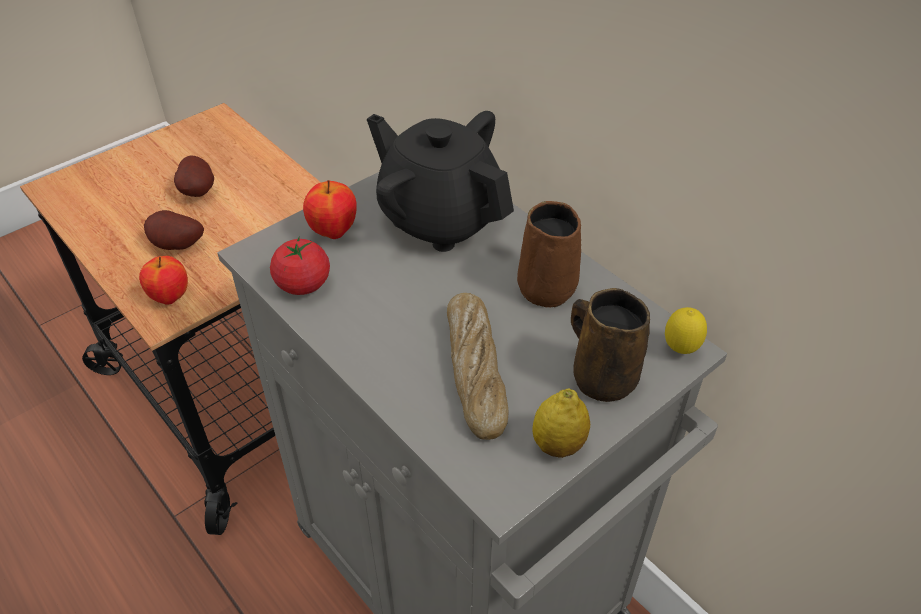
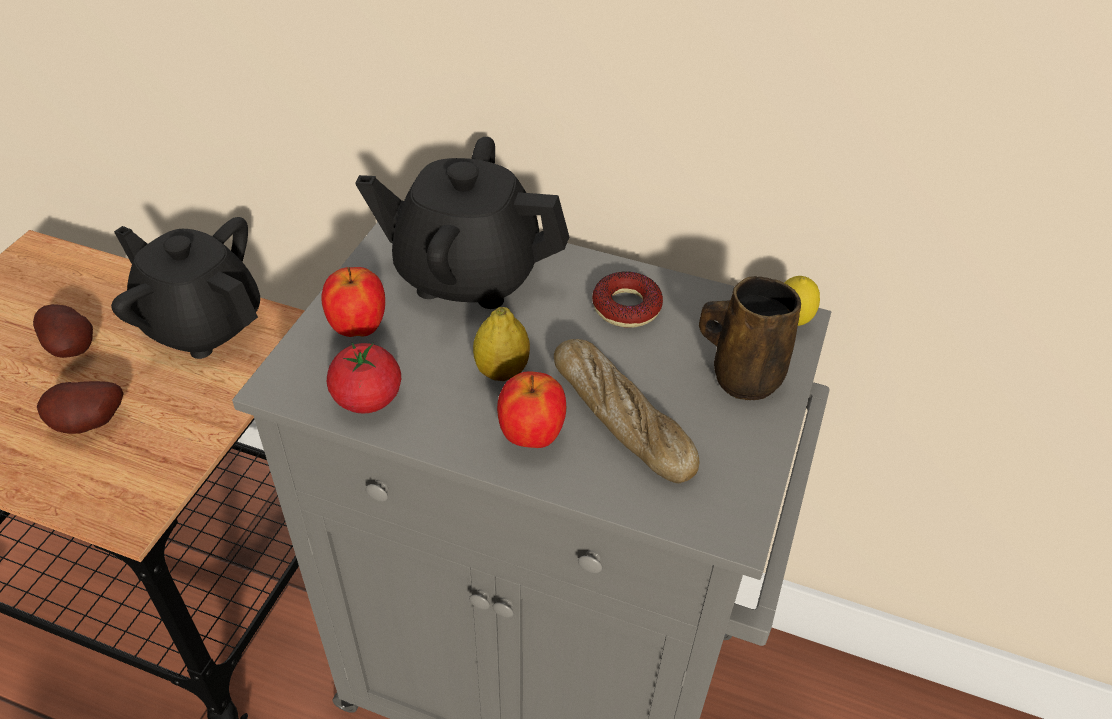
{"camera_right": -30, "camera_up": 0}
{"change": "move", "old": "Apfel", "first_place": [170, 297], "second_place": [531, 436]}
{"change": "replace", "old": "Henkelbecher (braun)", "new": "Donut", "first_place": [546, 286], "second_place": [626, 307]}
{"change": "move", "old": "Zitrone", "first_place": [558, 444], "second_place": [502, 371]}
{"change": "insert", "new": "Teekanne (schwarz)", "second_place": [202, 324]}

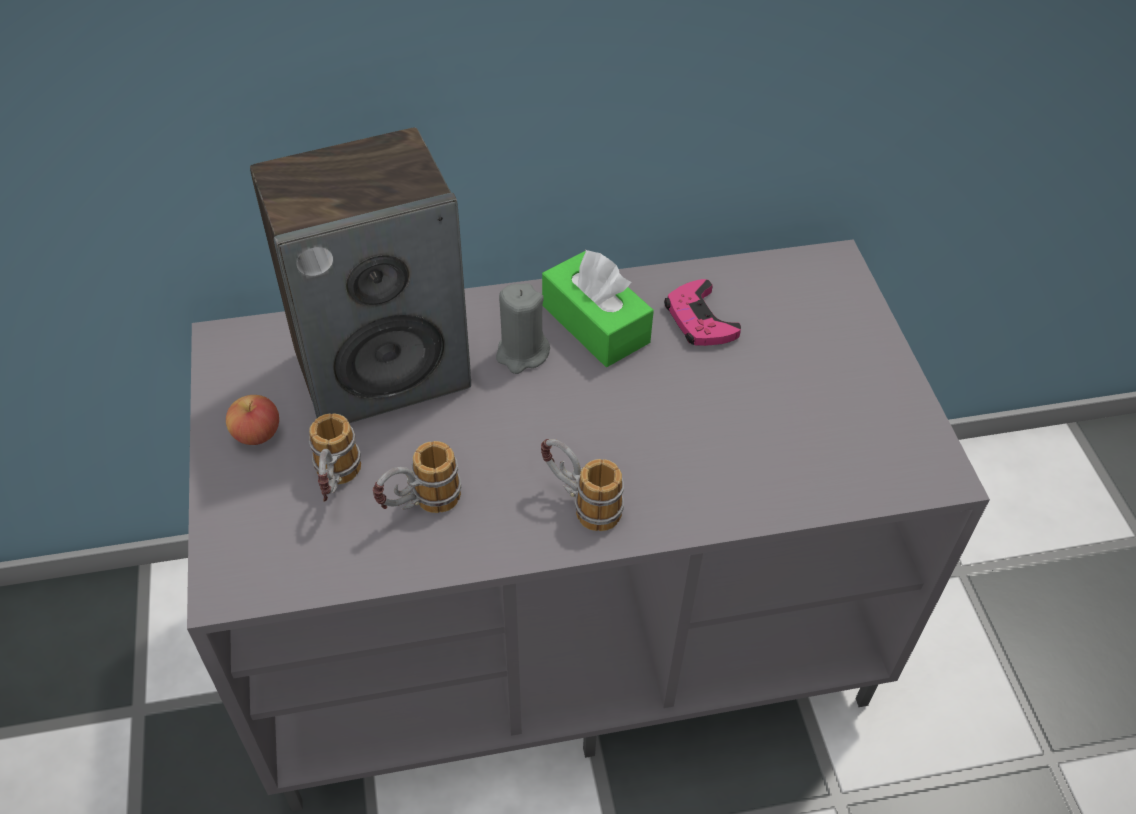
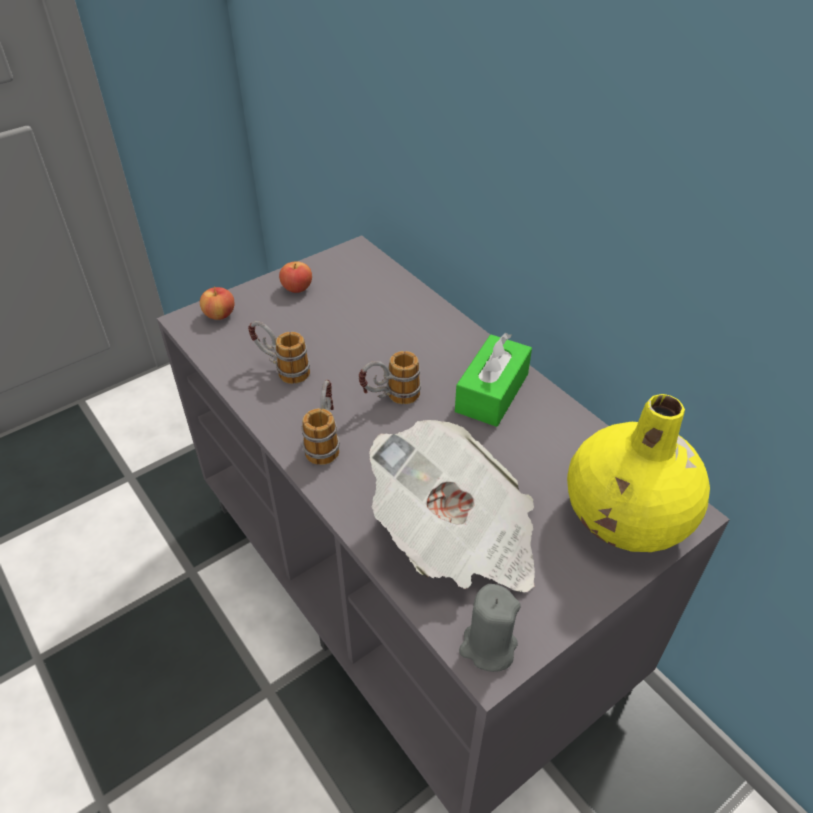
{"camera_right": 65, "camera_up": -5}
{"change": "delete", "old": "Lautsprecher", "first_place": [383, 369]}
{"change": "move", "old": "Henkelbecher", "first_place": [336, 485], "second_place": [390, 398]}
{"change": "move", "old": "Kerze (grau)", "first_place": [522, 353], "second_place": [488, 647]}
{"change": "delete", "old": "Gamepad (rosa)", "first_place": [699, 320]}
{"change": "insert", "new": "Apfel", "second_place": [219, 315]}
{"change": "insert", "new": "Zeitung", "second_place": [457, 536]}
{"change": "insert", "new": "Vase (gelb)", "second_place": [627, 518]}

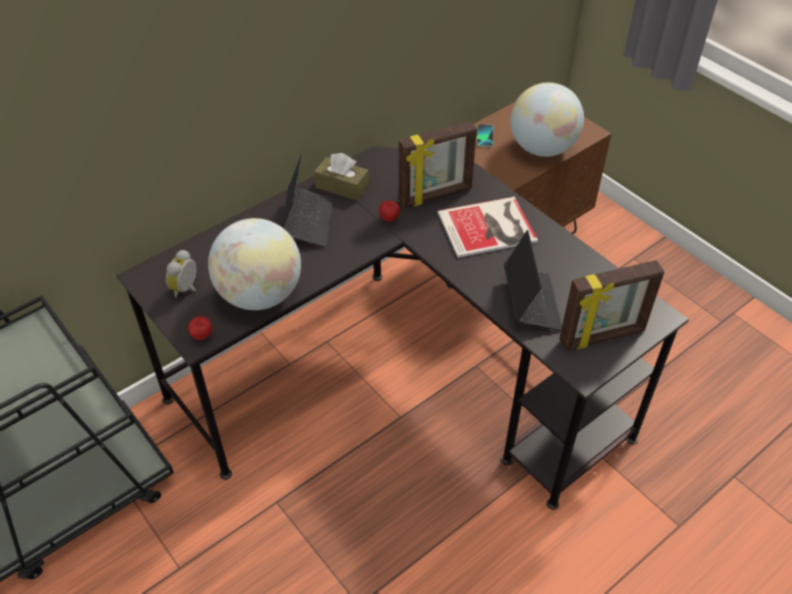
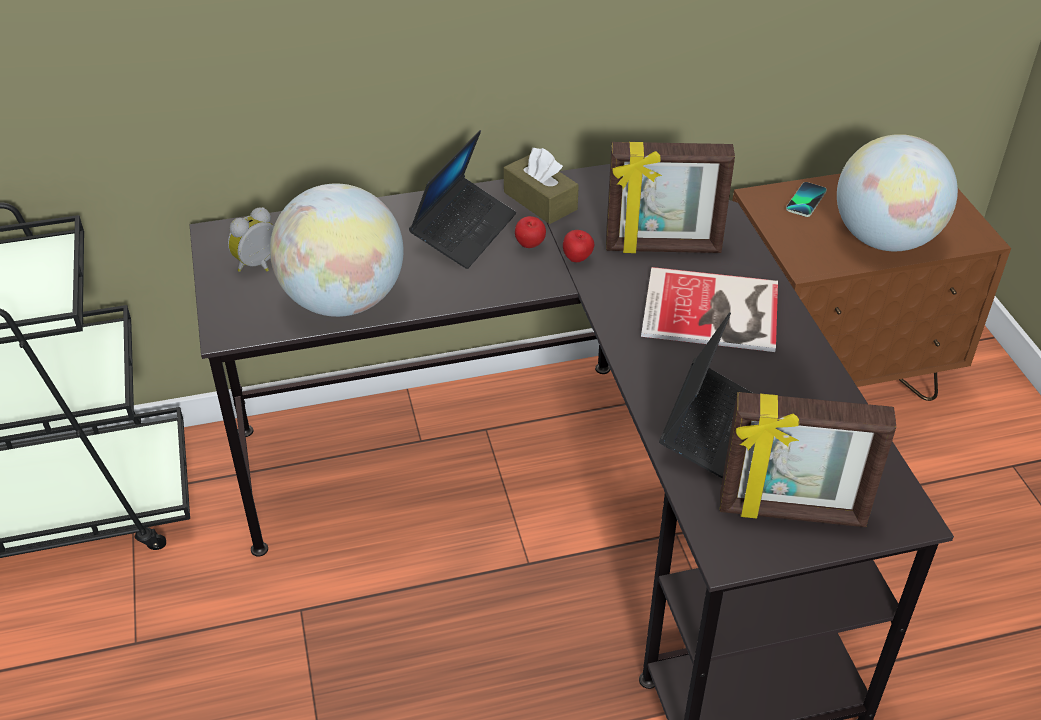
{"camera_right": 25, "camera_up": -5}
{"change": "move", "old": "Apfel", "first_place": [202, 336], "second_place": [530, 246]}

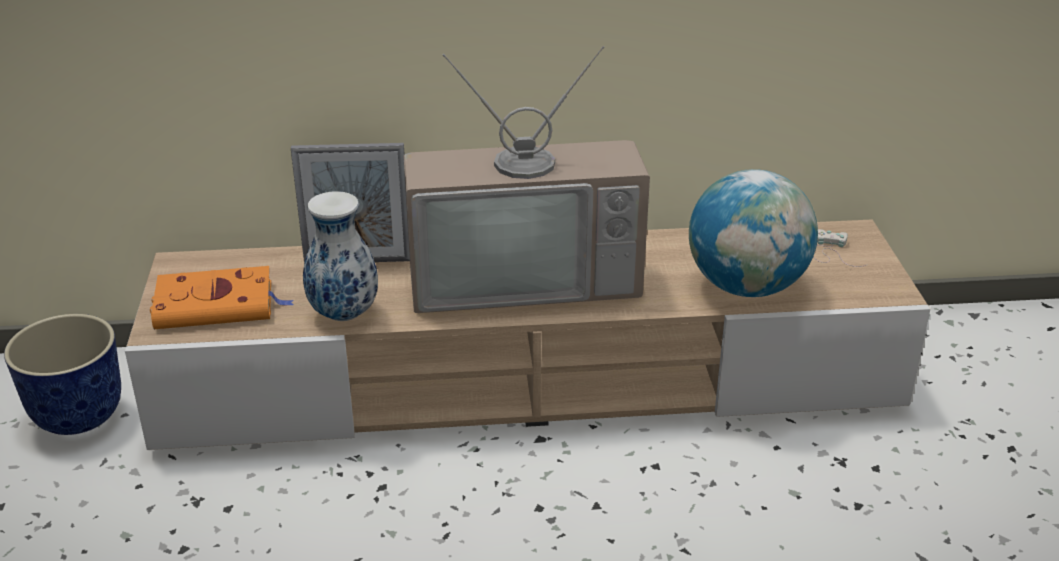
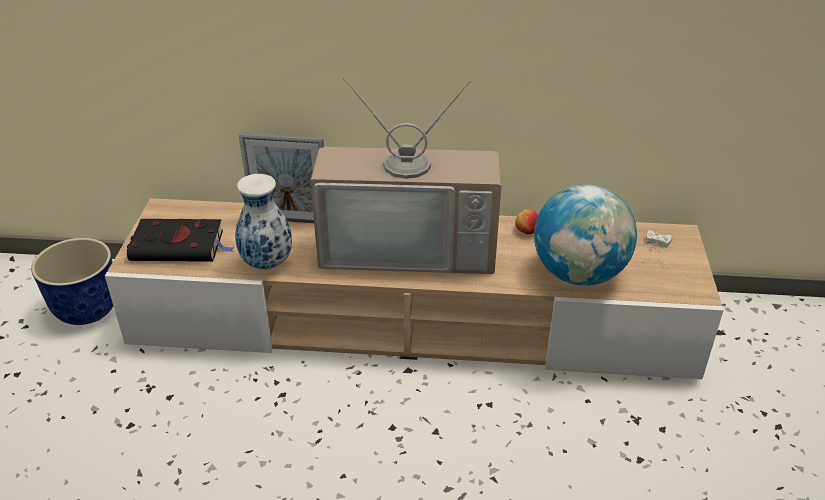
{"camera_right": 10, "camera_up": 5}
{"change": "recolor", "old": "Buch (orange)", "new": "Buch (schwarz)", "first_place": [218, 305], "second_place": [180, 246]}
{"change": "insert", "new": "Apfel", "second_place": [527, 230]}

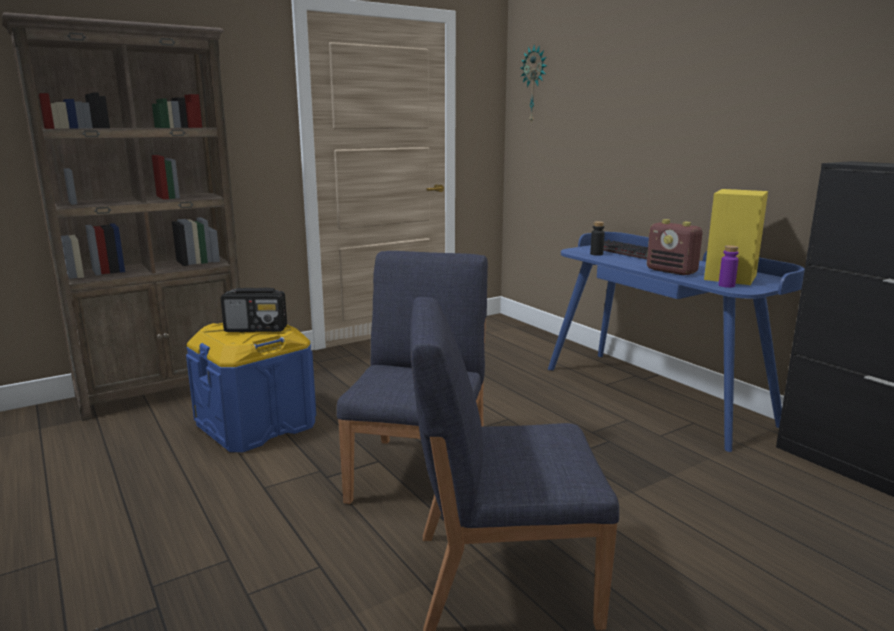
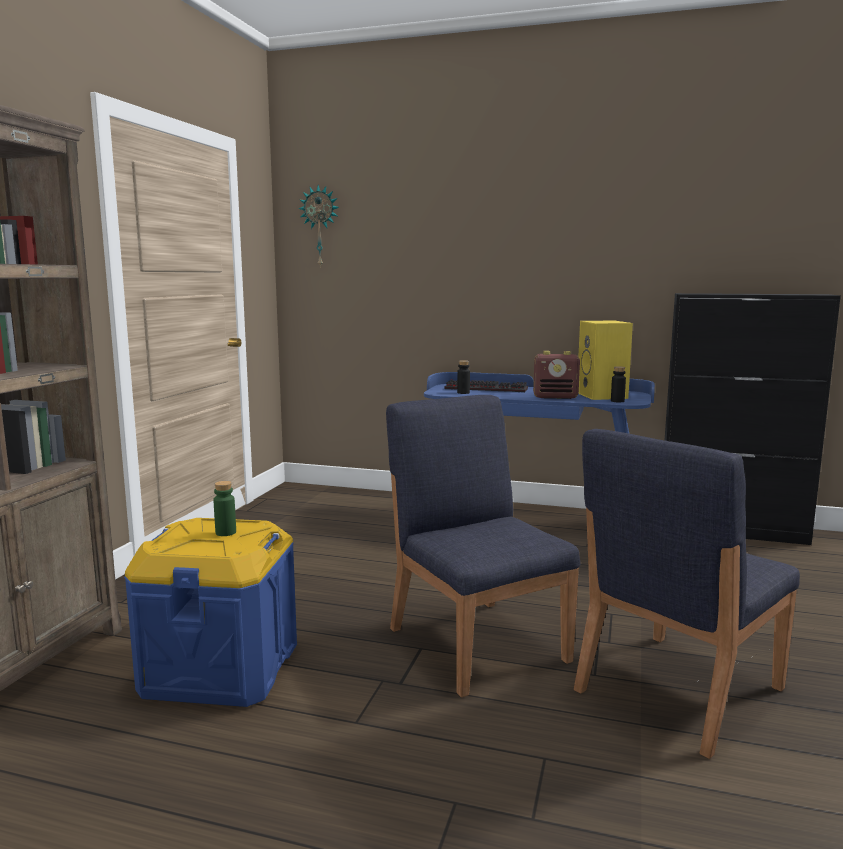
{"camera_right": -40, "camera_up": -5}
{"change": "replace", "old": "Radio", "new": "Flasche (grün)", "first_place": [256, 329], "second_place": [226, 532]}
{"change": "recolor", "old": "Flasche (lila)", "new": "Flasche (schwarz)", "first_place": [726, 285], "second_place": [617, 401]}

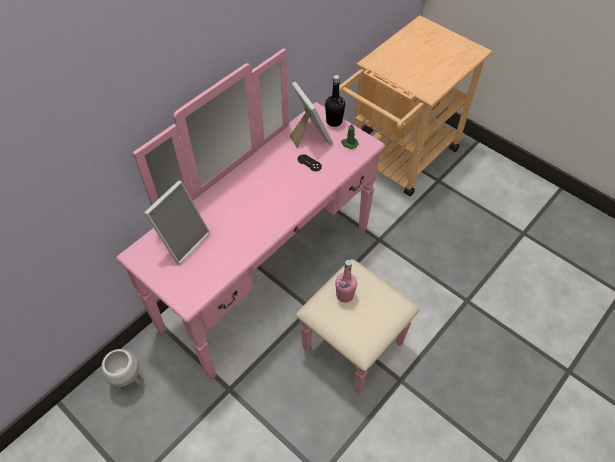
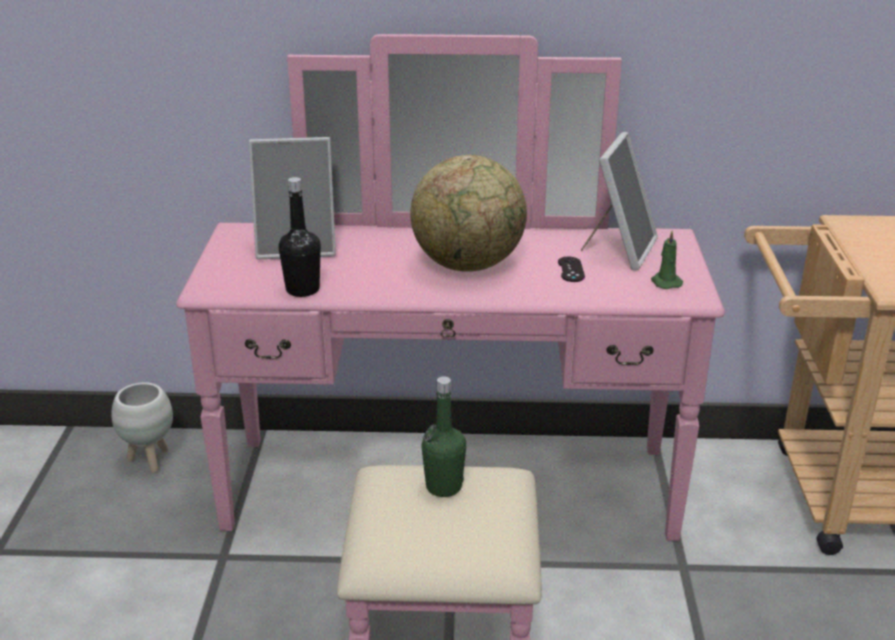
{"camera_right": 50, "camera_up": -25}
{"change": "move", "old": "Flasche (schwarz)", "first_place": [334, 121], "second_place": [302, 290]}
{"change": "recolor", "old": "Flasche (rosa)", "new": "Flasche (grün)", "first_place": [345, 295], "second_place": [444, 486]}
{"change": "insert", "new": "Globus", "second_place": [468, 265]}

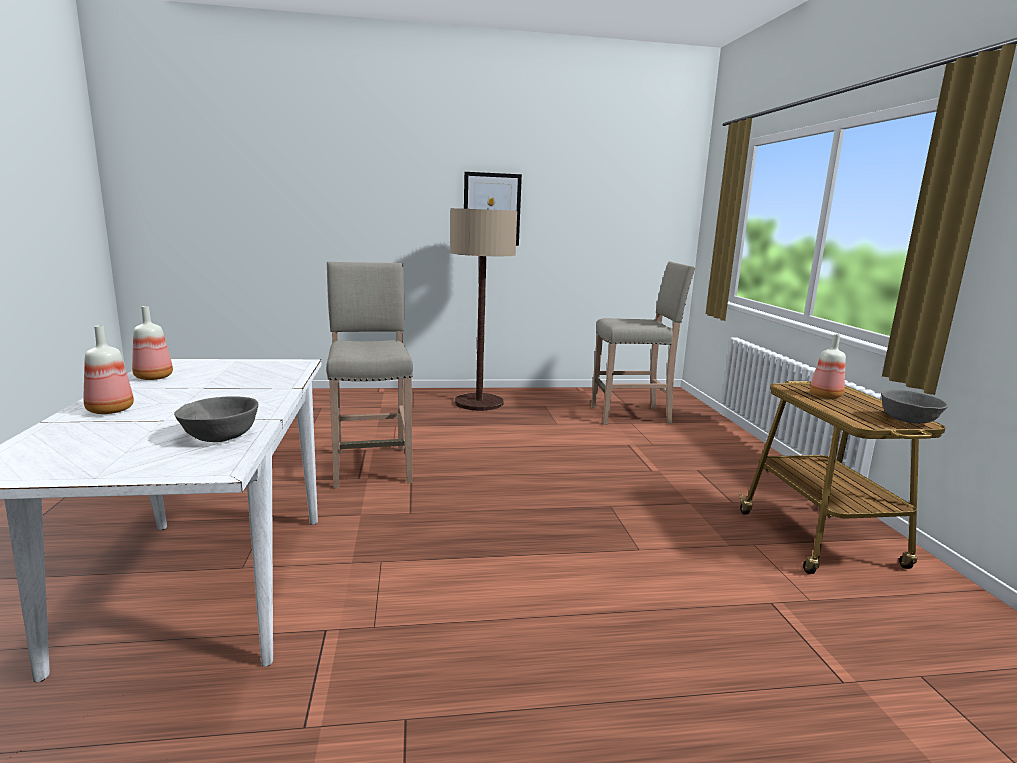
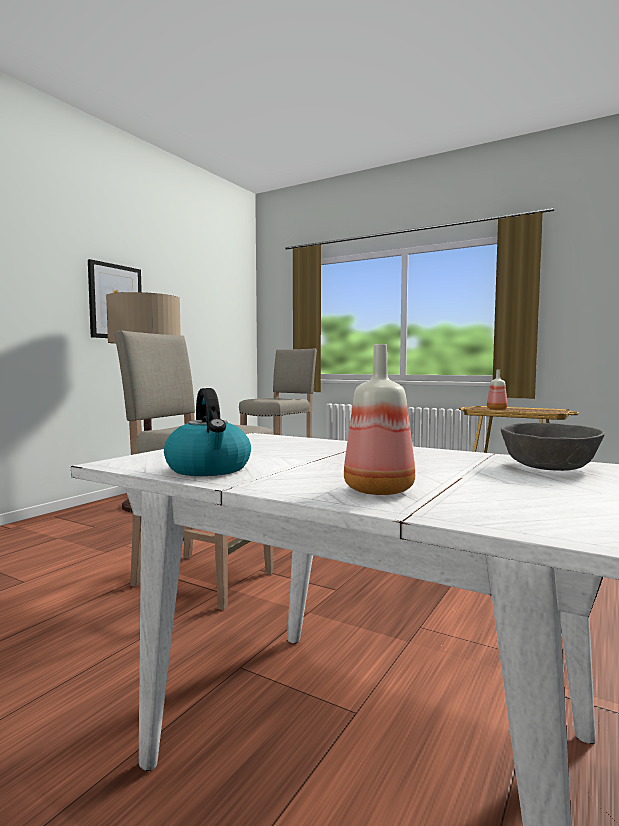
{"camera_right": -50, "camera_up": -10}
{"change": "replace", "old": "Flasche", "new": "Wasserkessel", "first_place": [155, 377], "second_place": [209, 469]}
{"change": "delete", "old": "Schüssel (grau)", "first_place": [909, 419]}

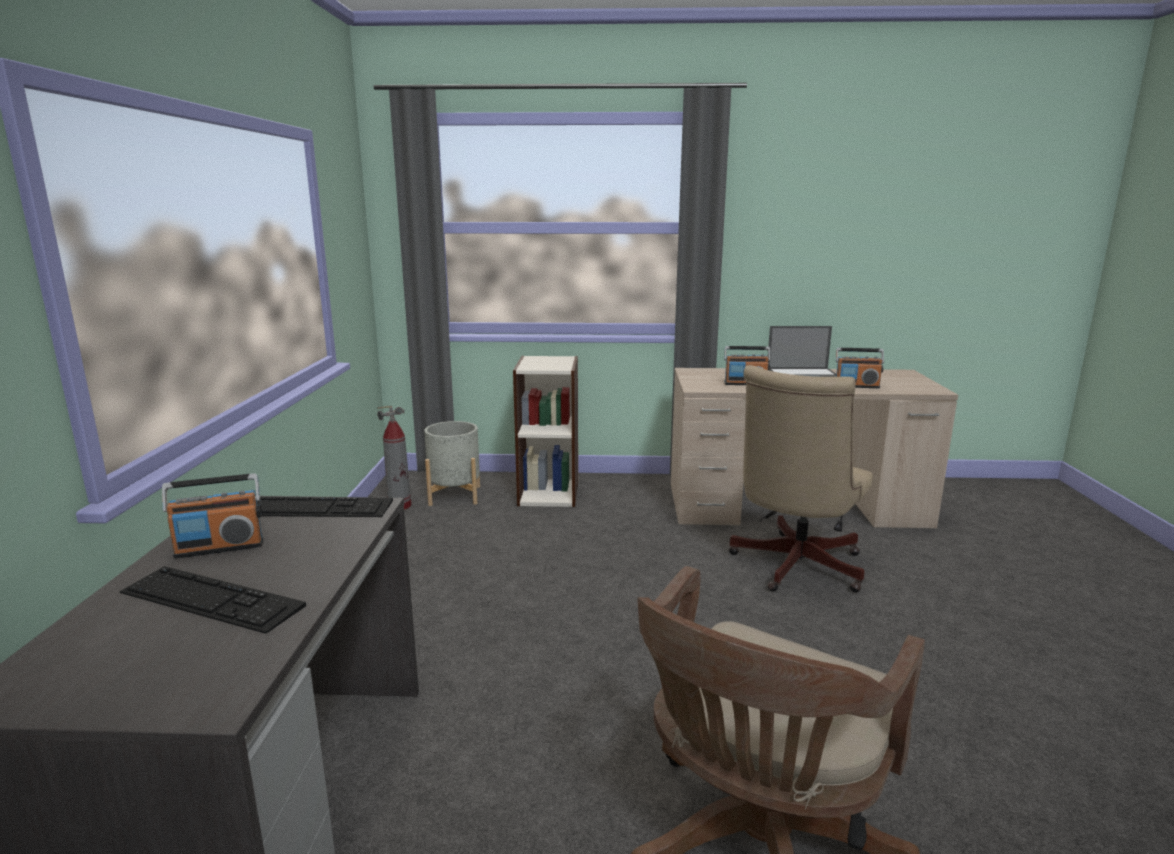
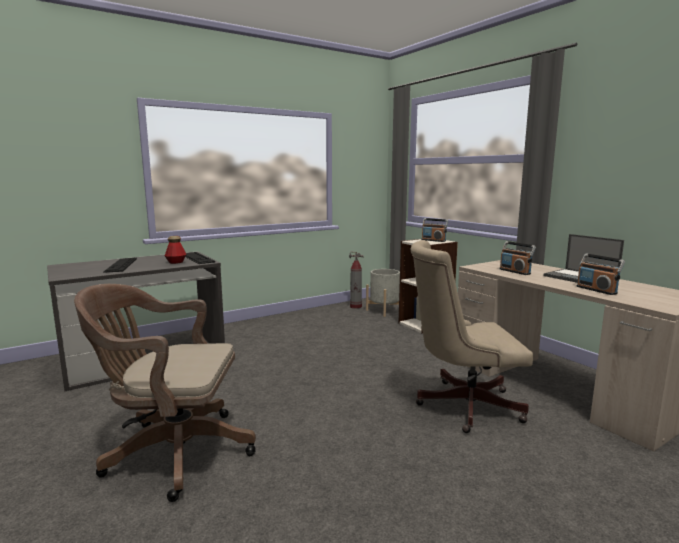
{"camera_right": 55, "camera_up": -5}
{"change": "move", "old": "Radio", "first_place": [220, 548], "second_place": [433, 240]}
{"change": "insert", "new": "Flasche", "second_place": [176, 262]}

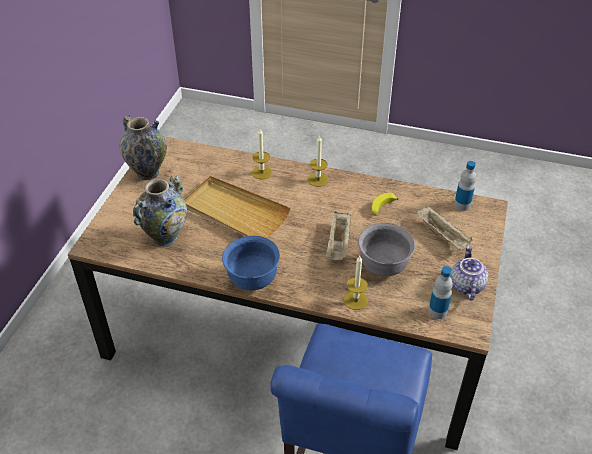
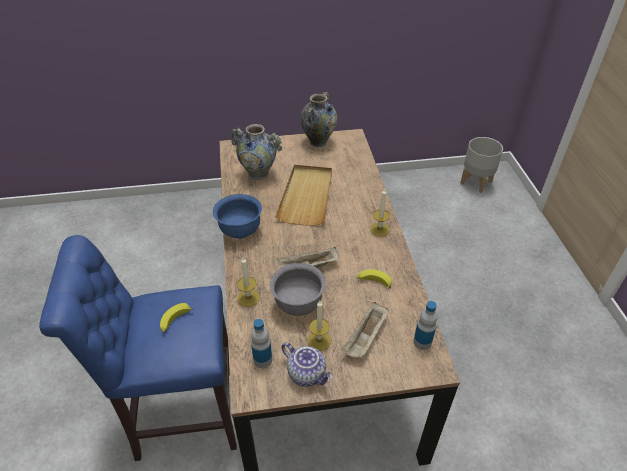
{"camera_right": 65, "camera_up": 0}
{"change": "move", "old": "Kerze", "first_place": [262, 172], "second_place": [319, 340]}
{"change": "rotate", "old": "Teekanne", "first_place": [465, 285], "second_place": [307, 373], "degrees": 60}
{"change": "insert", "new": "Banane", "second_place": [175, 321]}
{"change": "insert", "new": "Pflanzkübel (grau)", "second_place": [475, 182]}

